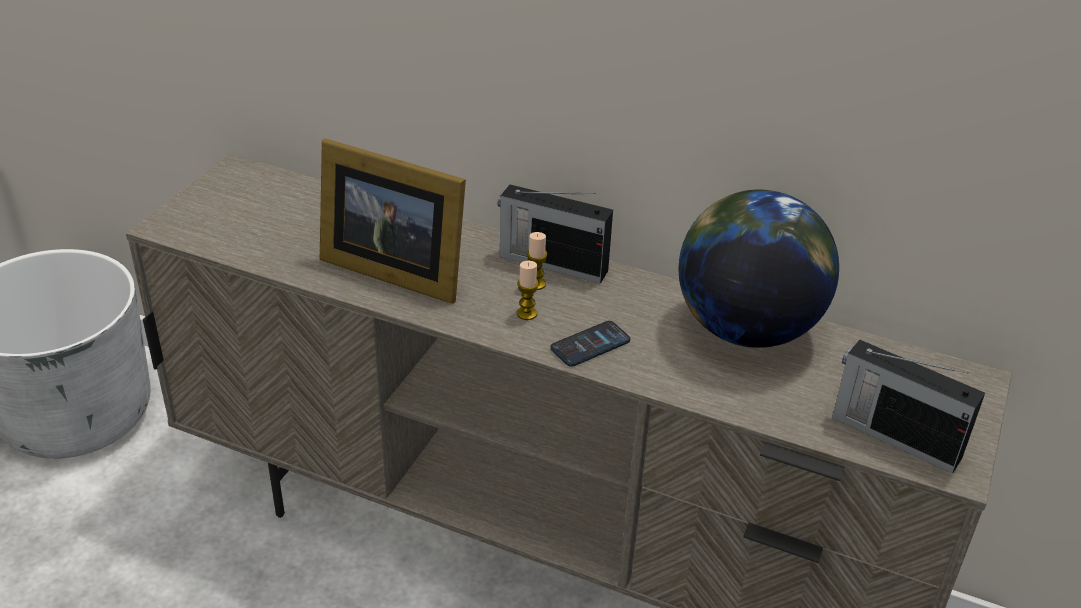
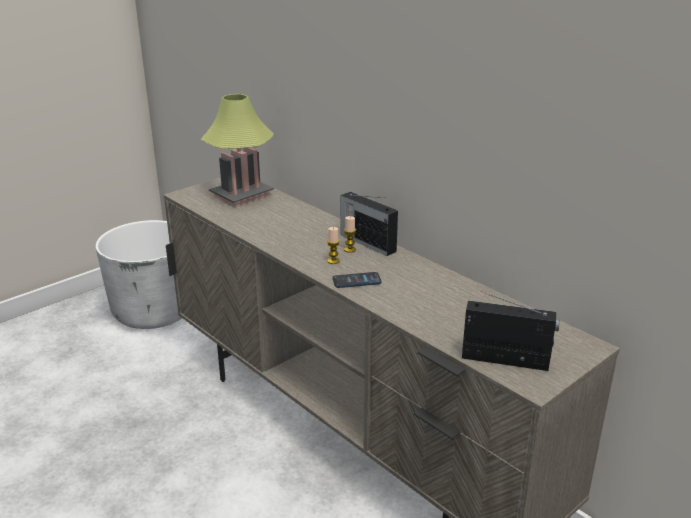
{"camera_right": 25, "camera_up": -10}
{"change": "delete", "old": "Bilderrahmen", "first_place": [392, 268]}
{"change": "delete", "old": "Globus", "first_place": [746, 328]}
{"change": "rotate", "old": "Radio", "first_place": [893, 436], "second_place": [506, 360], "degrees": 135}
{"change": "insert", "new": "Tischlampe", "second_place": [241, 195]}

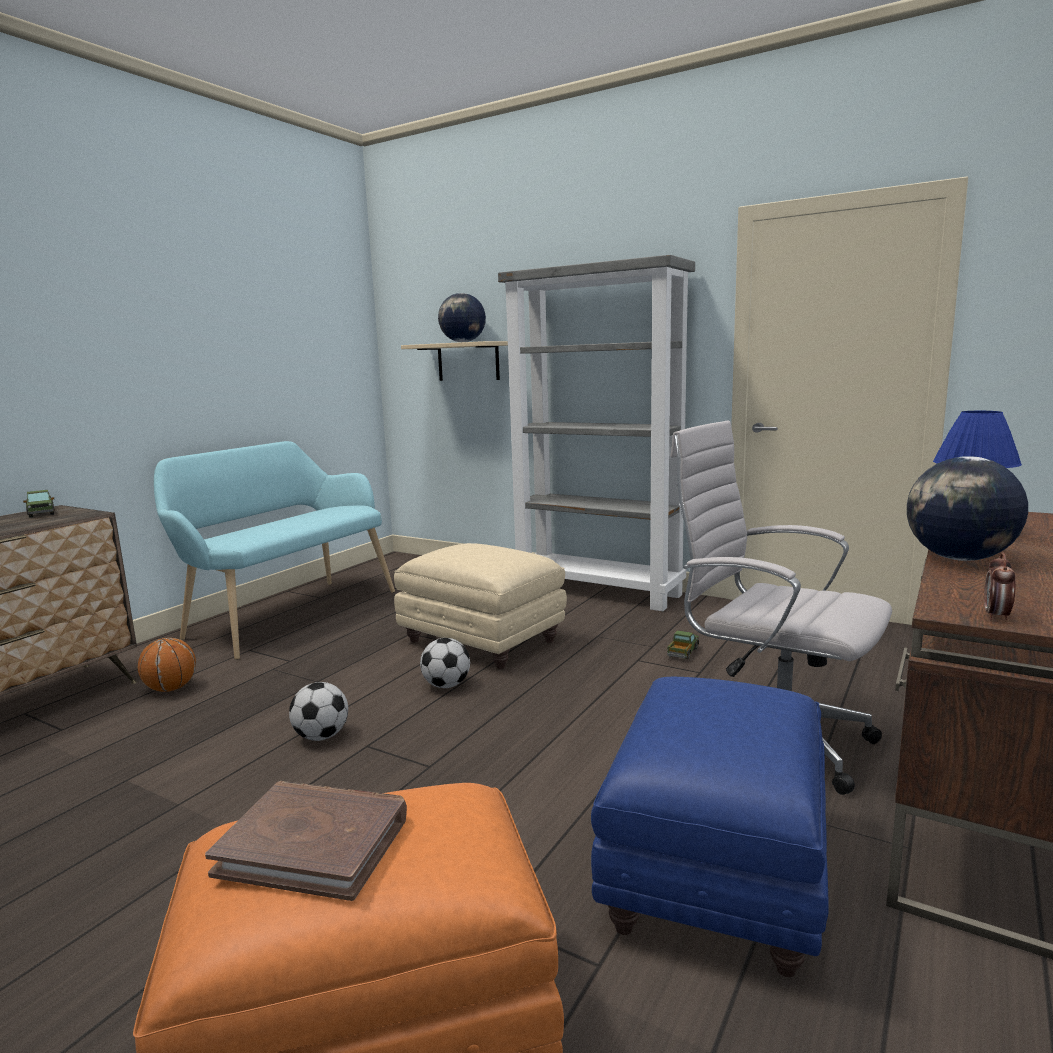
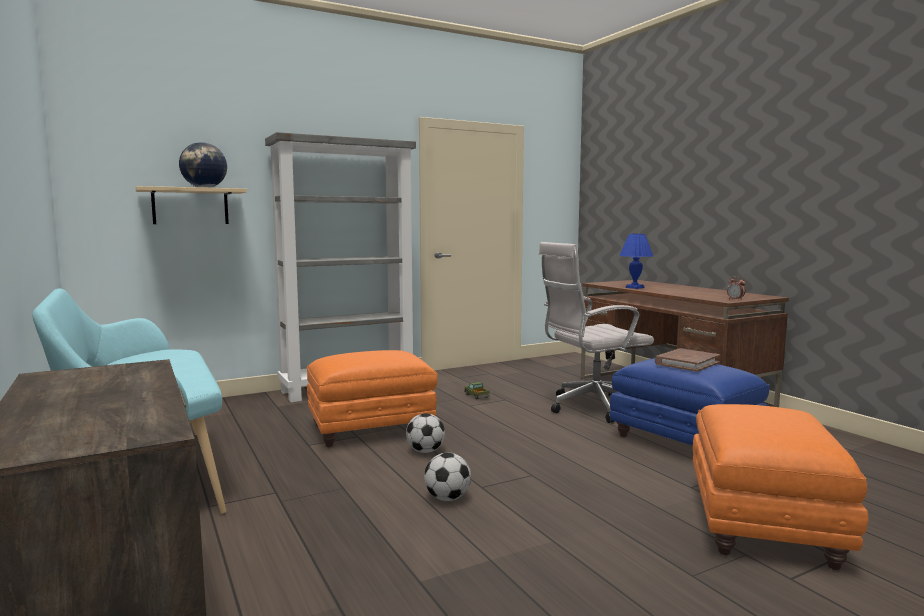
{"camera_right": -60, "camera_up": -5}
{"change": "delete", "old": "Spielzeuglaster", "first_place": [41, 513]}
{"change": "delete", "old": "Basketball", "first_place": [171, 689]}
{"change": "move", "old": "Buch (braun)", "first_place": [314, 844], "second_place": [687, 363]}
{"change": "recolor", "old": "Polsterhocker (beige)", "new": "Polsterhocker (orange)", "first_place": [483, 642], "second_place": [372, 429]}
{"change": "delete", "old": "Globus", "first_place": [960, 559]}

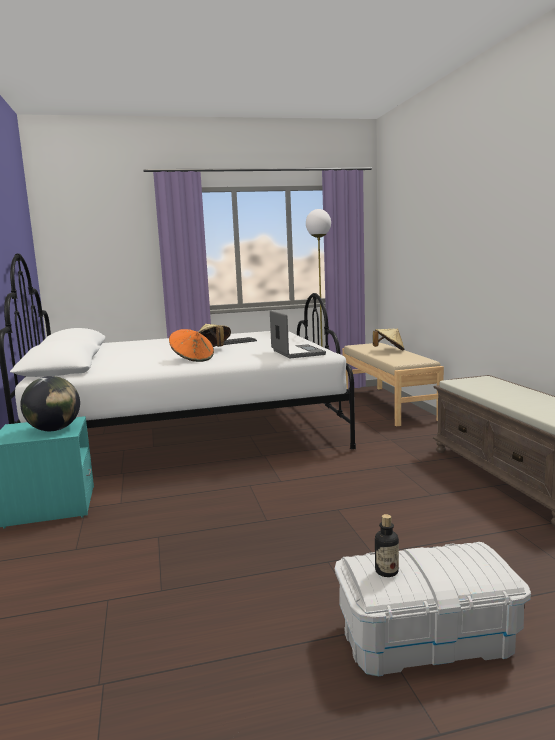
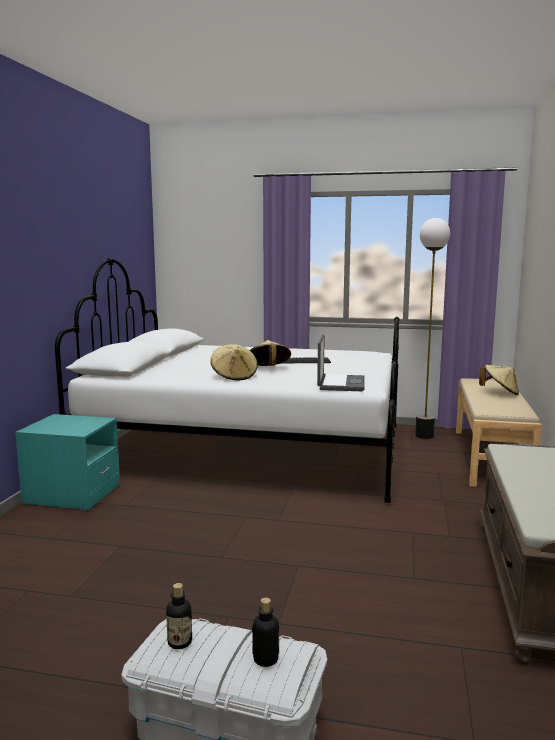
{"camera_right": 25, "camera_up": 0}
{"change": "delete", "old": "Globus", "first_place": [54, 430]}
{"change": "recolor", "old": "Hut (orange)", "new": "Hut (beige)", "first_place": [192, 359], "second_place": [234, 376]}
{"change": "insert", "new": "Flasche", "second_place": [265, 659]}

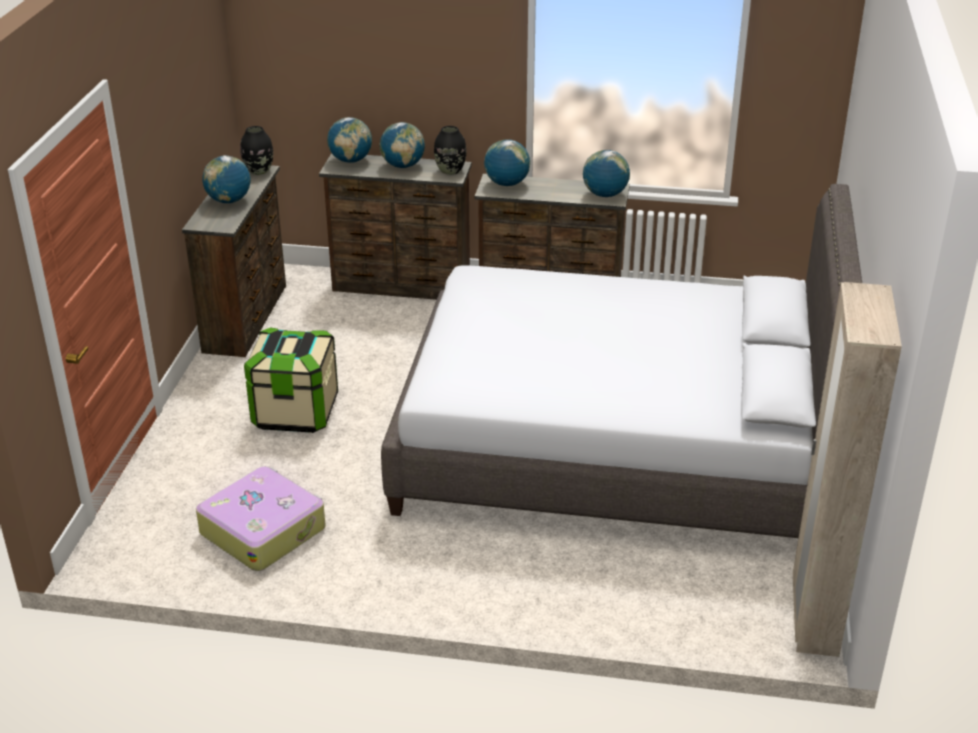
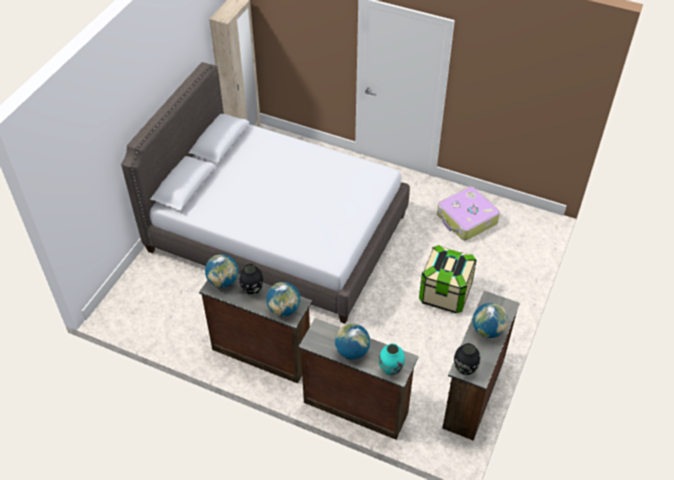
{"camera_right": -165, "camera_up": 15}
{"change": "replace", "old": "Globus", "new": "Vase (türkis)", "first_place": [351, 160], "second_place": [390, 369]}
{"change": "move", "old": "Vase (schwarz)", "first_place": [450, 171], "second_place": [252, 289]}

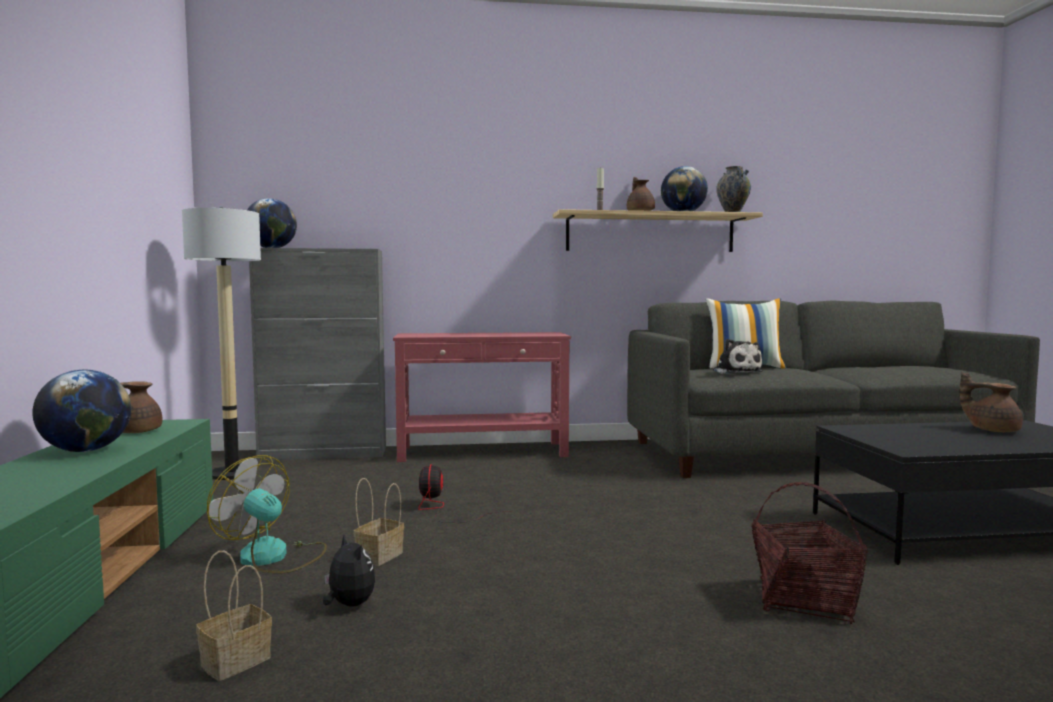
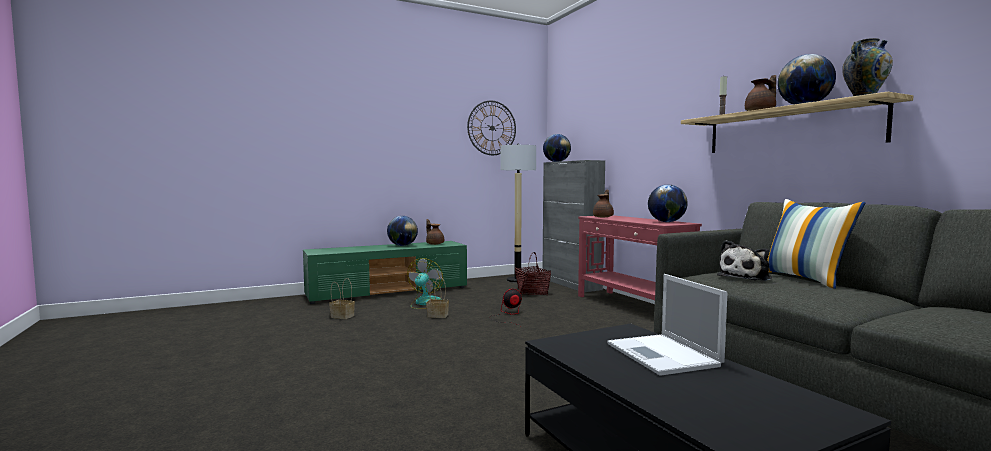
{"camera_right": 70, "camera_up": 0}
{"change": "delete", "old": "Plüschtier", "first_place": [349, 605]}
{"change": "move", "old": "Korb", "first_place": [804, 601], "second_place": [532, 292]}
{"change": "move", "old": "Teekanne (braun)", "first_place": [992, 430], "second_place": [603, 217]}
{"change": "insert", "new": "Wanduhr", "second_place": [492, 128]}
{"change": "insert", "new": "Laptop", "second_place": [664, 355]}
{"change": "insert", "new": "Globus", "second_place": [666, 222]}

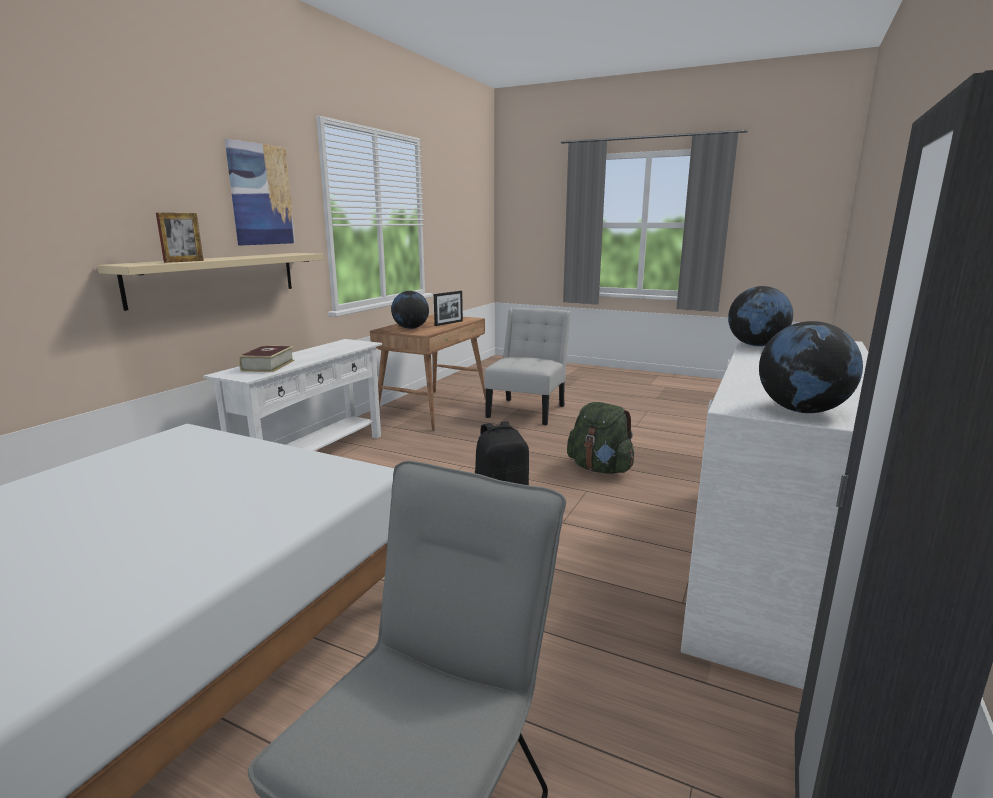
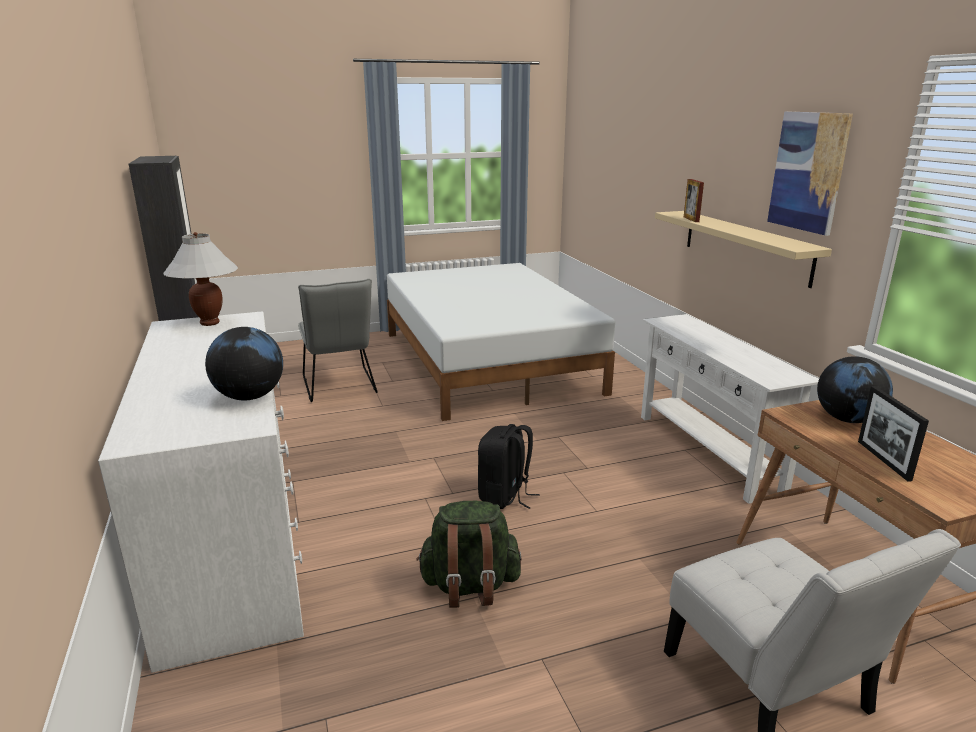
{"camera_right": 135, "camera_up": 5}
{"change": "delete", "old": "Buch", "first_place": [268, 365]}
{"change": "replace", "old": "Globus", "new": "Tischlampe (weiß)", "first_place": [802, 411], "second_place": [210, 323]}

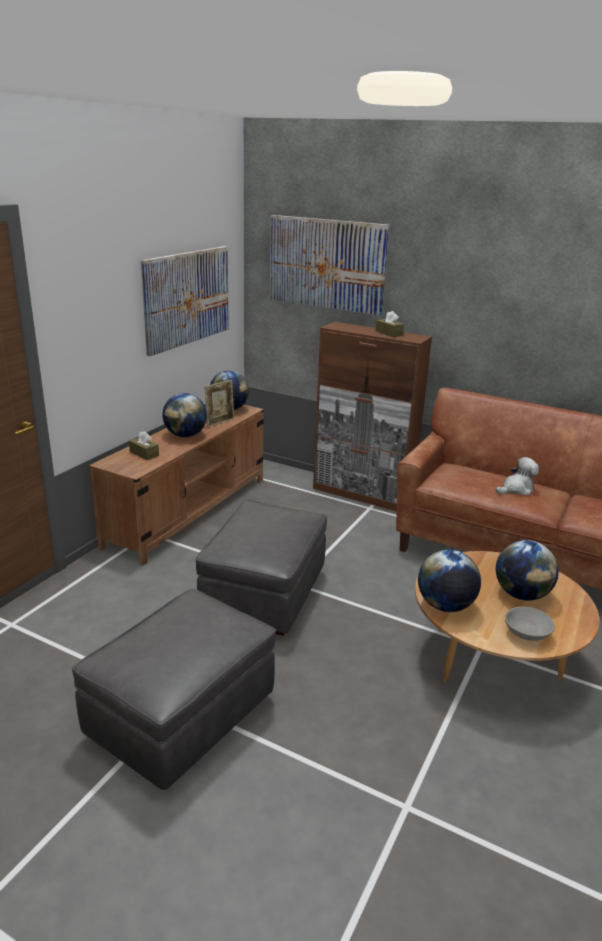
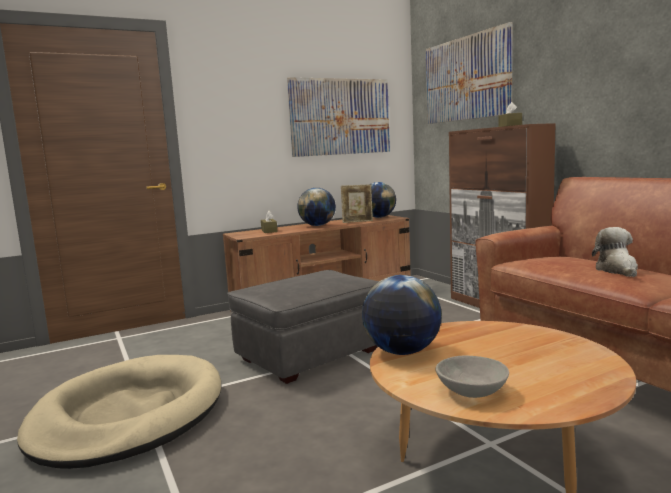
{"camera_right": 35, "camera_up": -15}
{"change": "replace", "old": "Polsterhocker (grau)", "new": "Hundebett (beige)", "first_place": [182, 718], "second_place": [129, 415]}
{"change": "rotate", "old": "Plüschtier", "first_place": [516, 489], "second_place": [617, 270], "degrees": -90}
{"change": "delete", "old": "Globus", "first_place": [521, 594]}

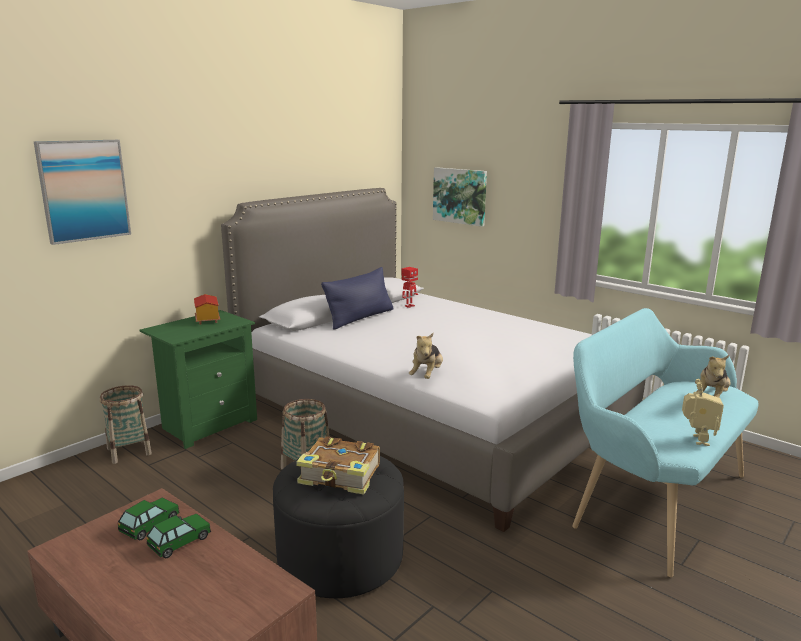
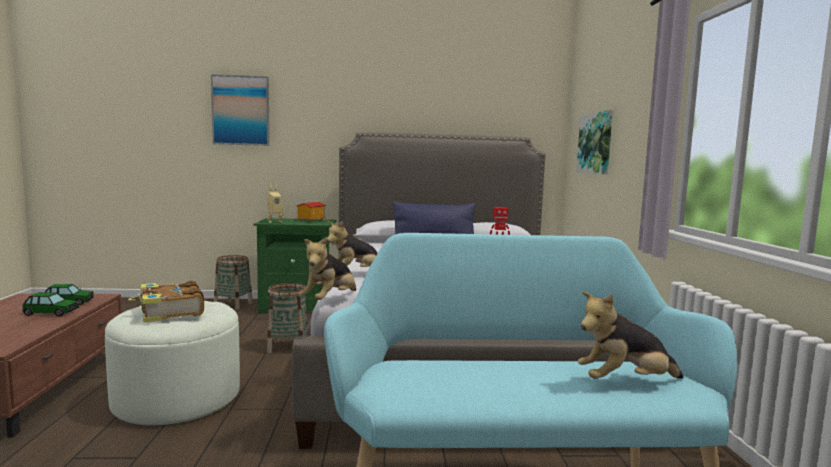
{"camera_right": 45, "camera_up": -10}
{"change": "recolor", "old": "Polsterhocker (schwarz)", "new": "Polsterhocker (weiß)", "first_place": [340, 556], "second_place": [177, 398]}
{"change": "move", "old": "Spielzeugroboter", "first_place": [696, 440], "second_place": [274, 221]}
{"change": "insert", "new": "Plüschtier", "second_place": [330, 300]}

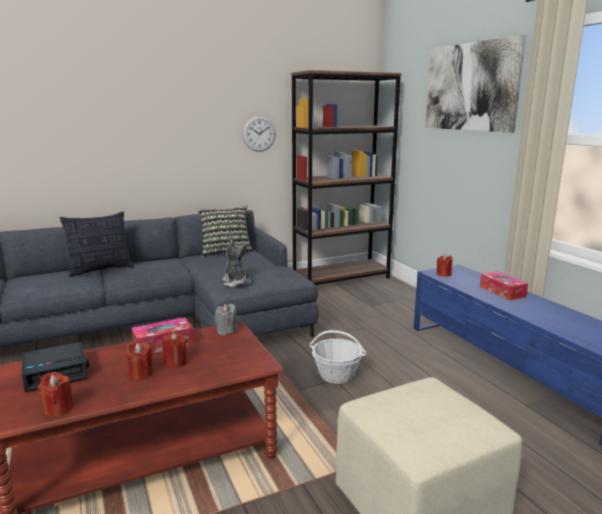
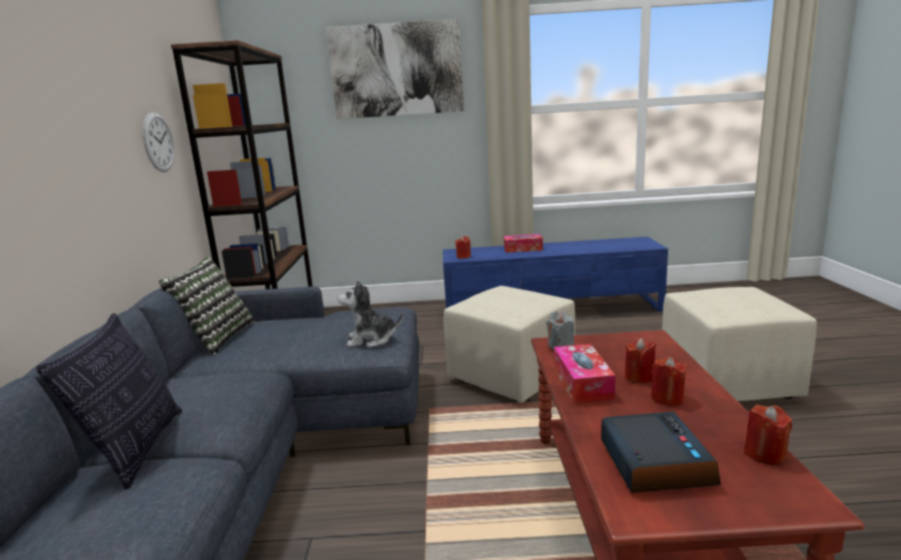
{"camera_right": -65, "camera_up": 0}
{"change": "replace", "old": "Korb", "new": "Polsterhocker (beige)", "first_place": [336, 375], "second_place": [513, 377]}

